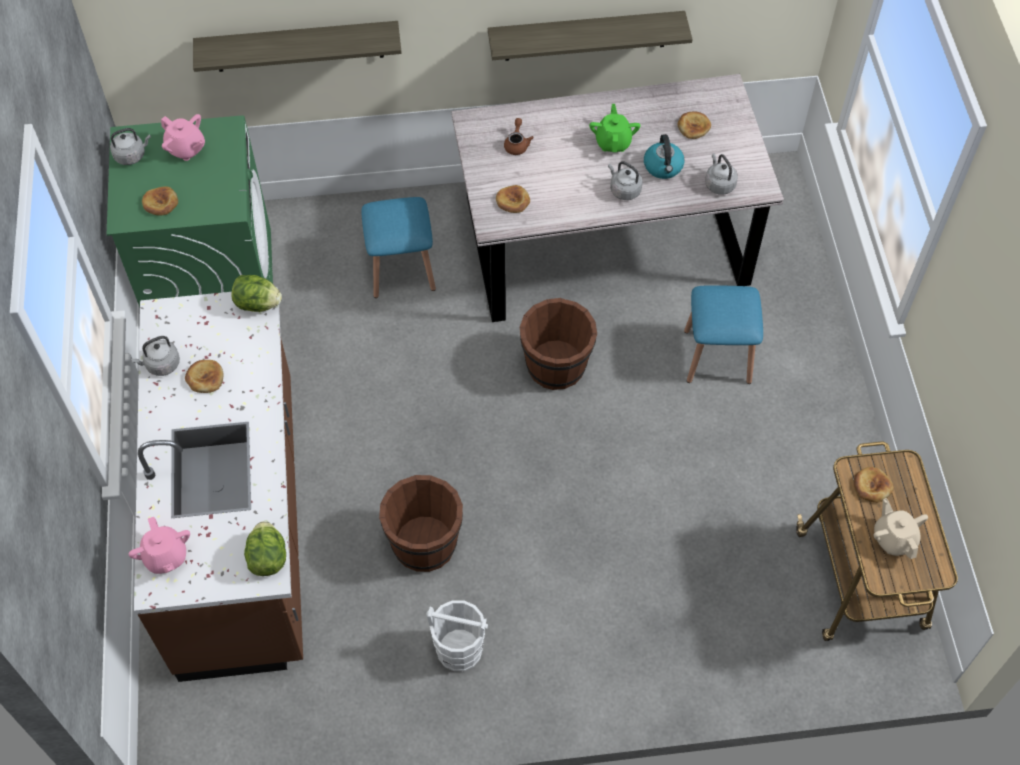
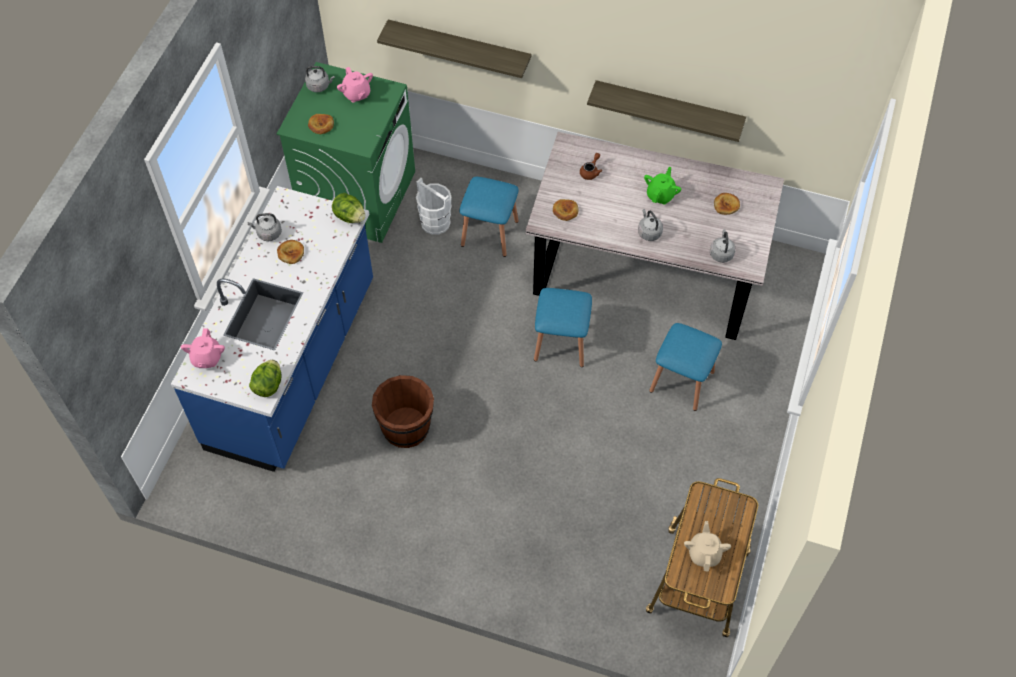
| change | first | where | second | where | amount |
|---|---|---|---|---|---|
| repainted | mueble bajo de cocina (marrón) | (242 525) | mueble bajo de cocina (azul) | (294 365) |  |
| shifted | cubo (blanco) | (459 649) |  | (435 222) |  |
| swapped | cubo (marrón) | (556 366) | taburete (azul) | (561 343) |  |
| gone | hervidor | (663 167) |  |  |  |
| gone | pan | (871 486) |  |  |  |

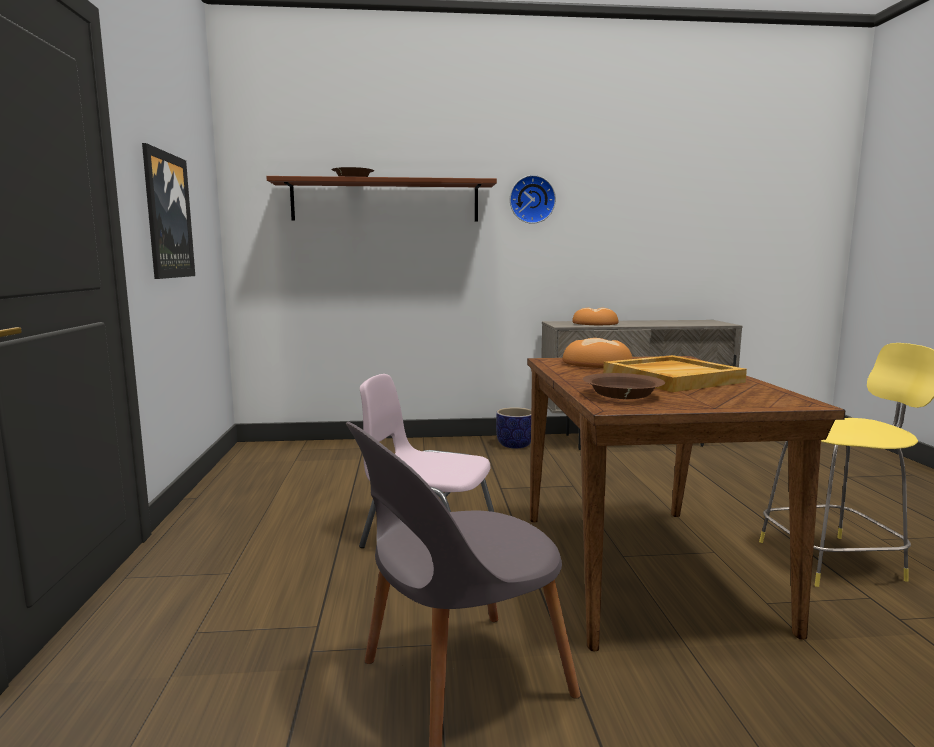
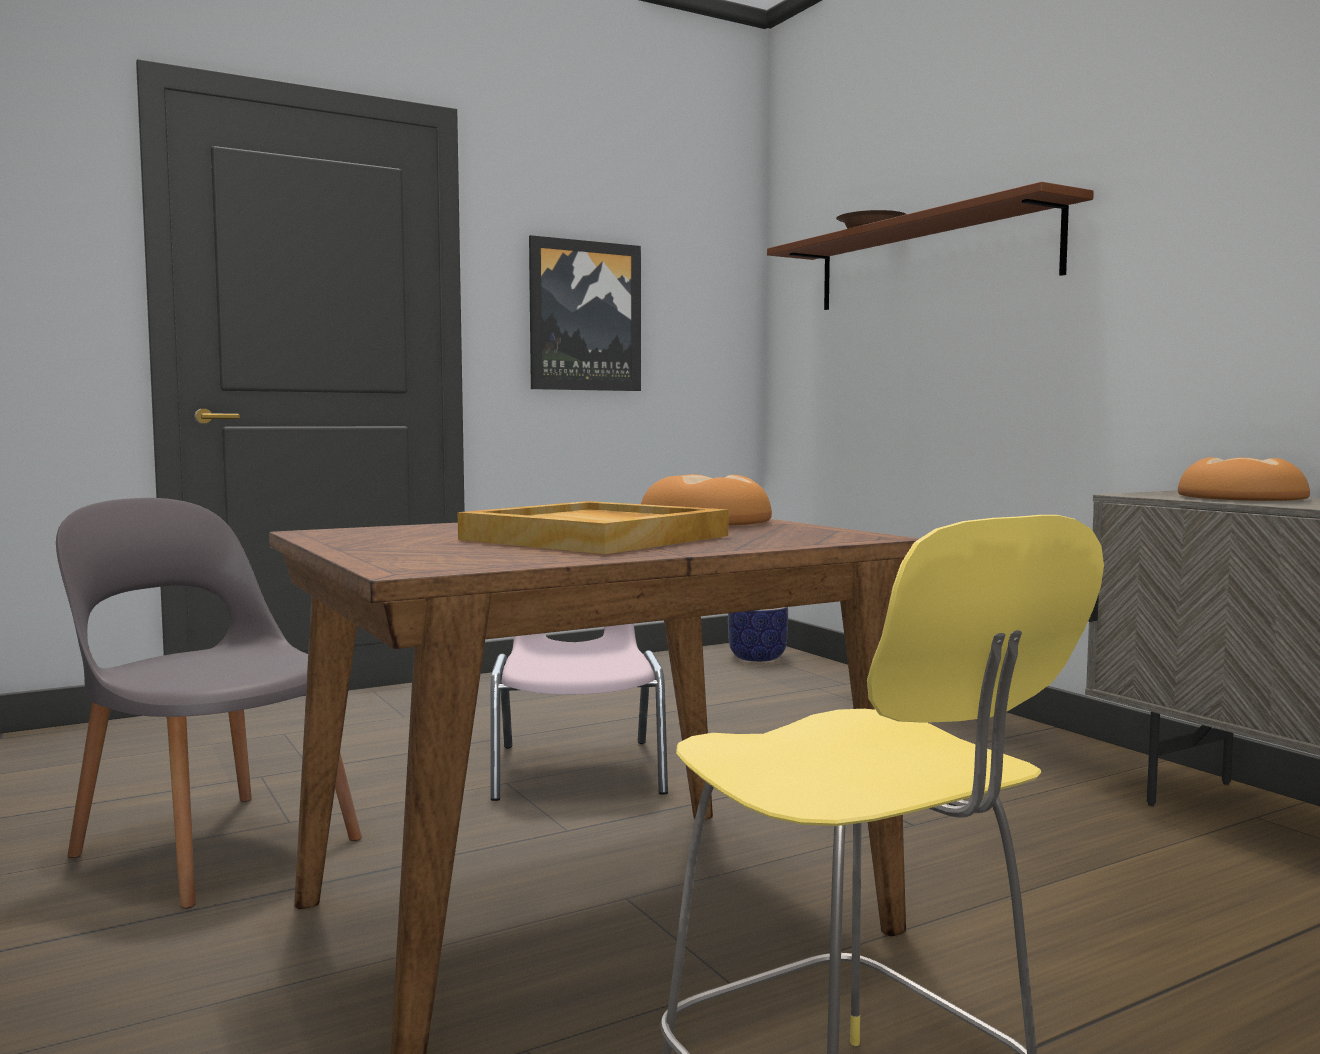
| change | first | where | second | where | amount |
|---|---|---|---|---|---|
| shifted | maceta | (515 445) |  | (758 657) |  |
| gone | reloj de pared | (532 199) |  |  |  |
| gone | cuenco (marrón) | (622 395) |  |  |  |

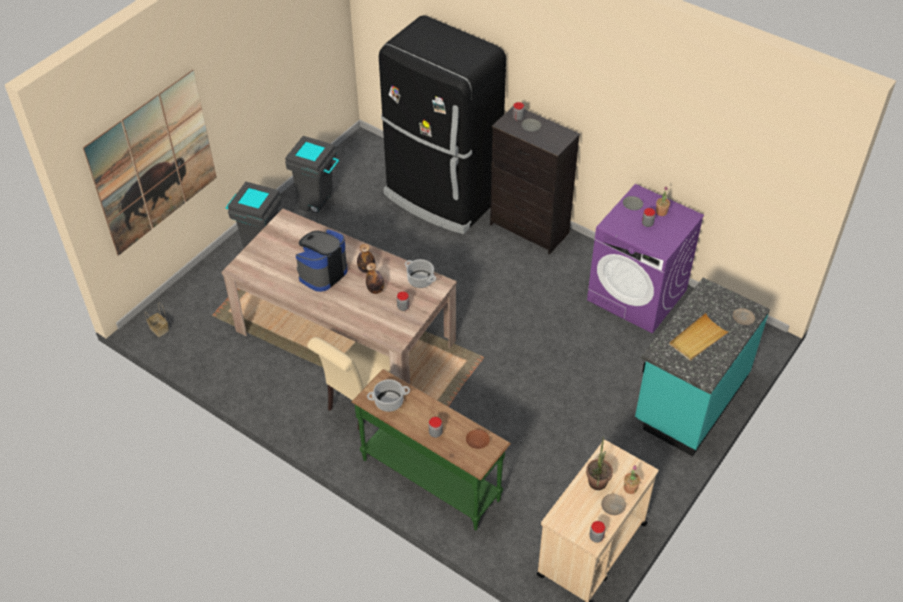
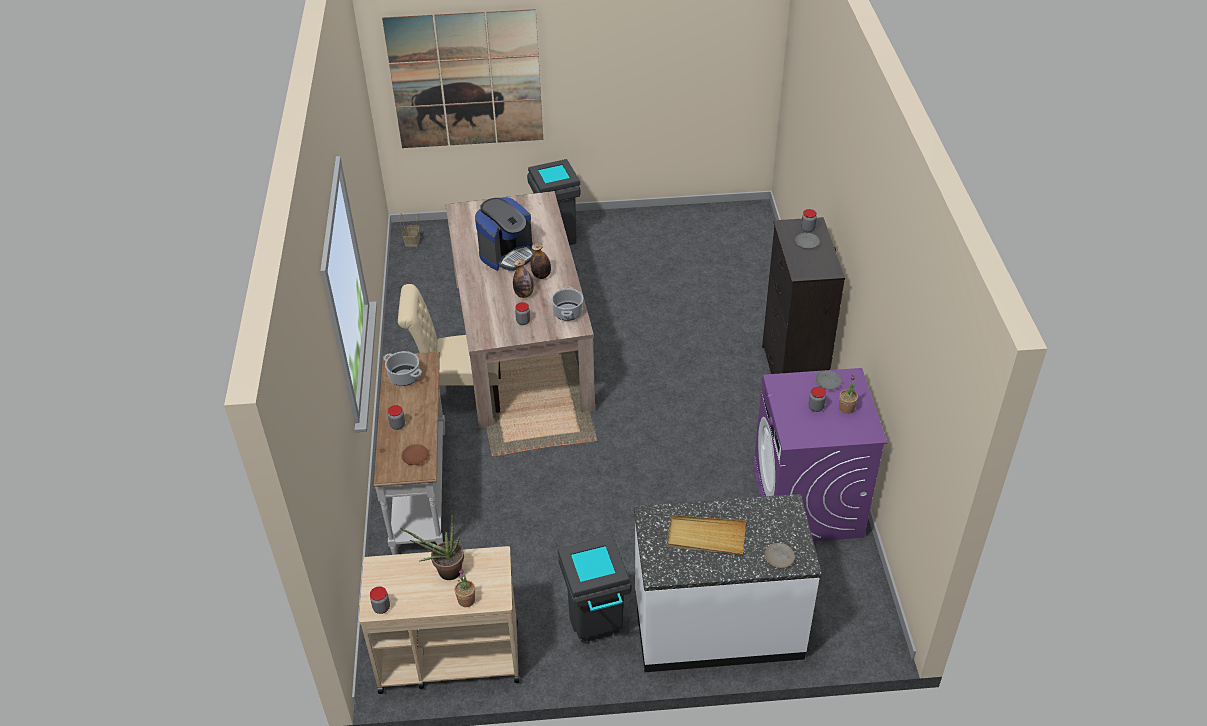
| change | first | where | second | where | amount |
|---|---|---|---|---|---|
| repainted | mesa consola (verde) | (431 478) | mesa consola (blanco) | (422 491) |  |
| rotated | cafetera | (322 273) |  | (507 254) | 135 degrees clockwise |
| shifted | papelera (gris) | (318 204) |  | (597 631) |  |
| repainted | mueble bajo de cocina (turquesa) | (689 399) | mueble bajo de cocina (blanco) | (717 626) |  |
| gone | nevera (negro) | (441 197) |  |  |  |
| gone | plato (beis) | (613 506) |  |  |  |

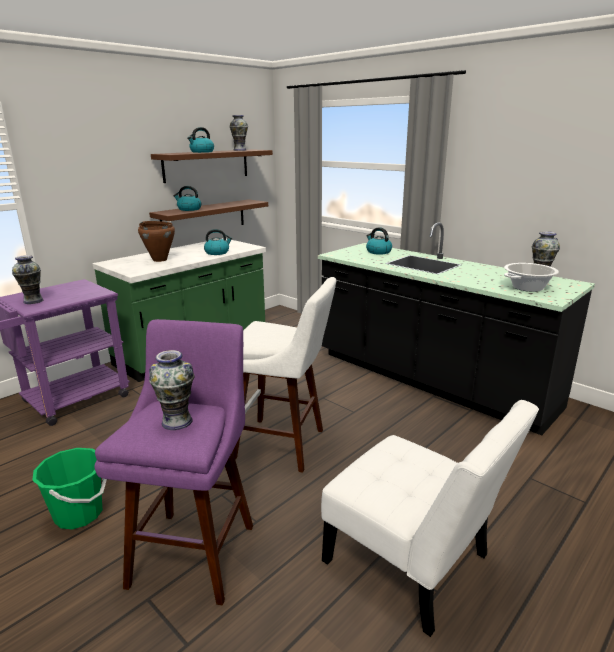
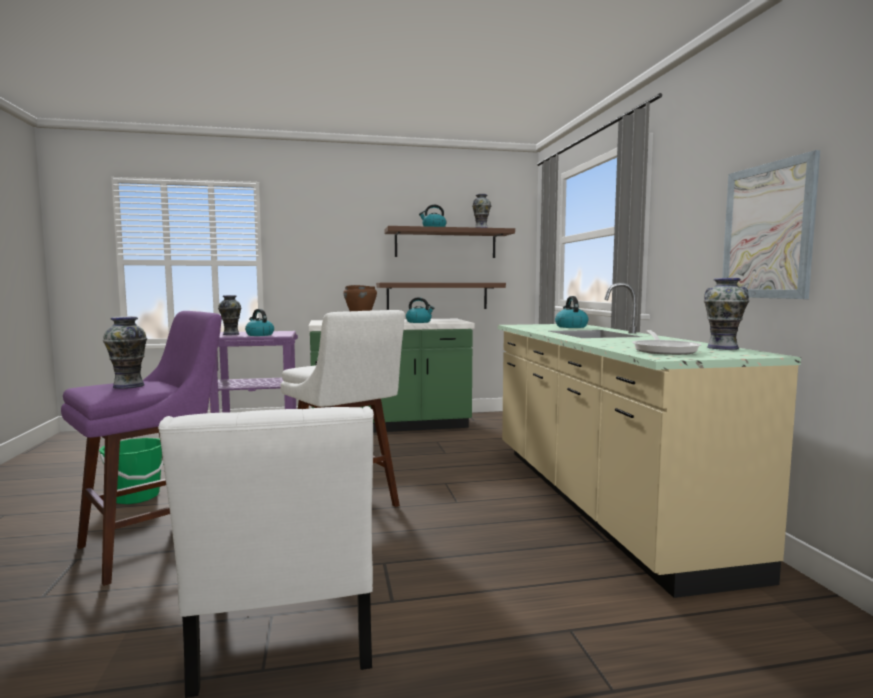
| change | first | where | second | where | amount |
|---|---|---|---|---|---|
| shifted | hervidor | (189 209) |  | (259 335) |  |
| repainted | mueble bajo de cocina (negro) | (430 380) | mueble bajo de cocina (beis) | (599 502) |  |
| swapped | olla | (527 288) | sartén | (664 350) |  |
| new |  |  | cuadro | (767 231) |  |

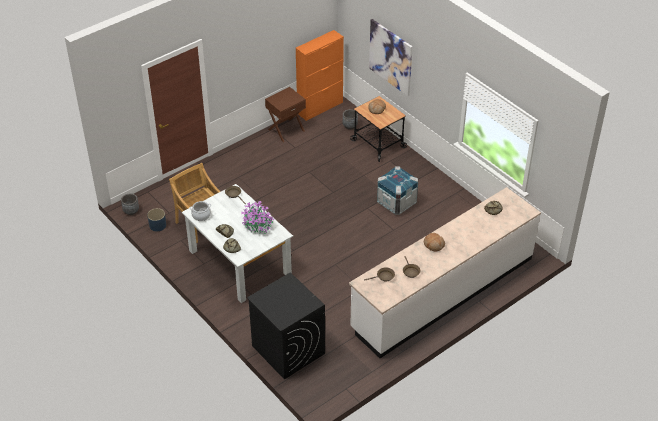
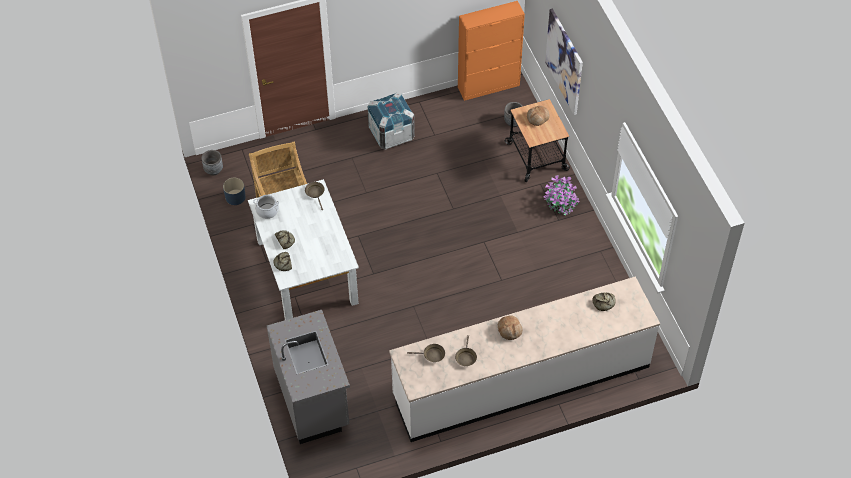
| change | first | where | second | where | amount |
|---|---|---|---|---|---|
| swapped | lavadora (negro) | (287 349) | mueble bajo de cocina (gris) | (313 399) |  |
| shifted | caja de embalaje | (396 202) |  | (391 133) |  |
| shifted | planta en maceta | (257 226) |  | (560 203) |  |
| gone | mesita de noche (marrón) | (286 130) |  |  |  |

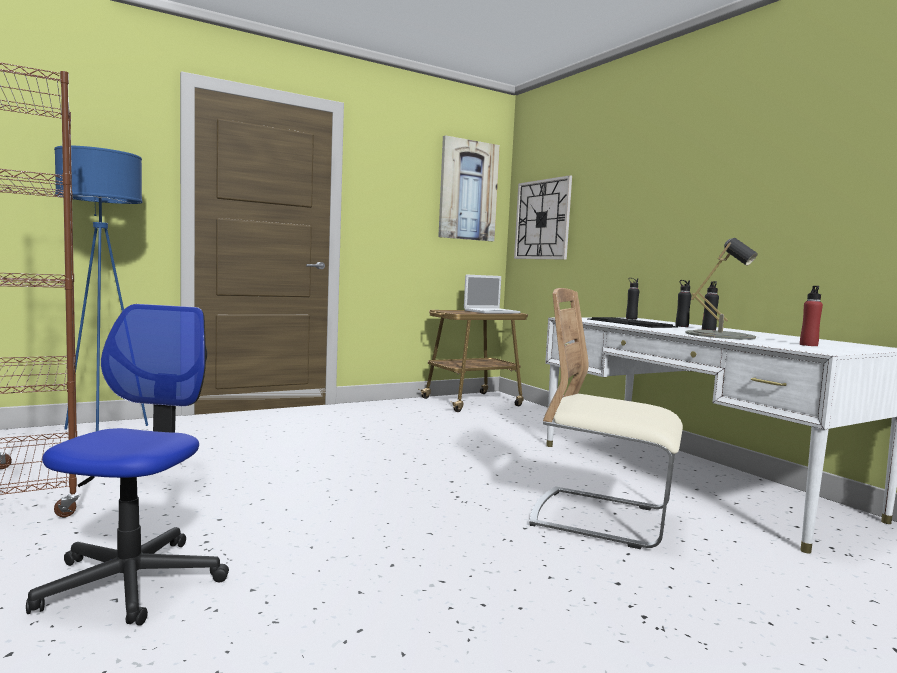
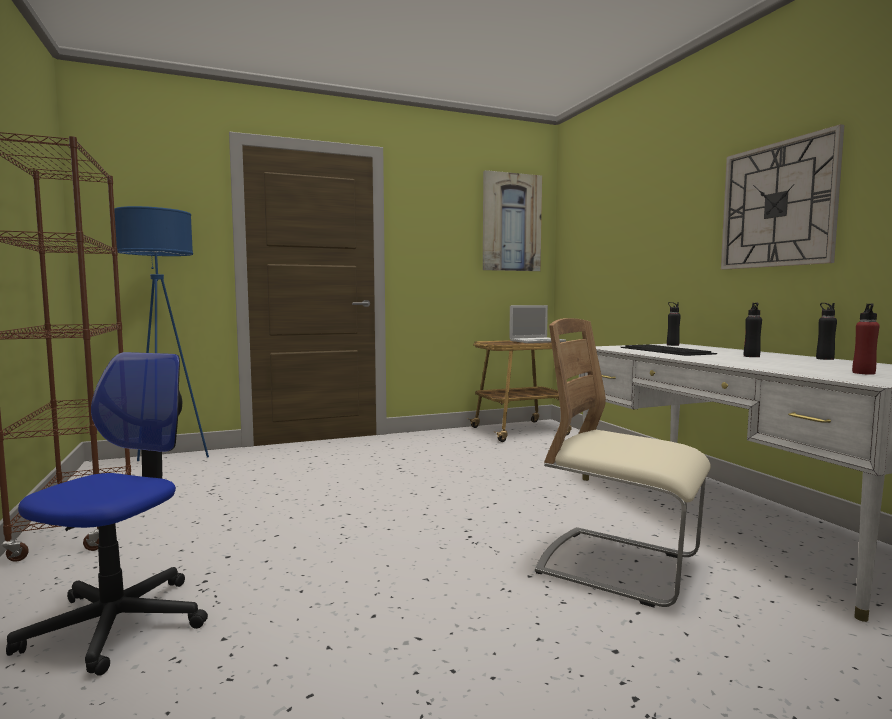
| change | first | where | second | where | amount |
|---|---|---|---|---|---|
| shifted | reloj de pared | (542 219) |  | (777 205) |  |
| shifted | botella (negro) | (681 326) |  | (824 359) |  |
| gone | lámpara de mesa (gris) | (720 335) |  |  |  |

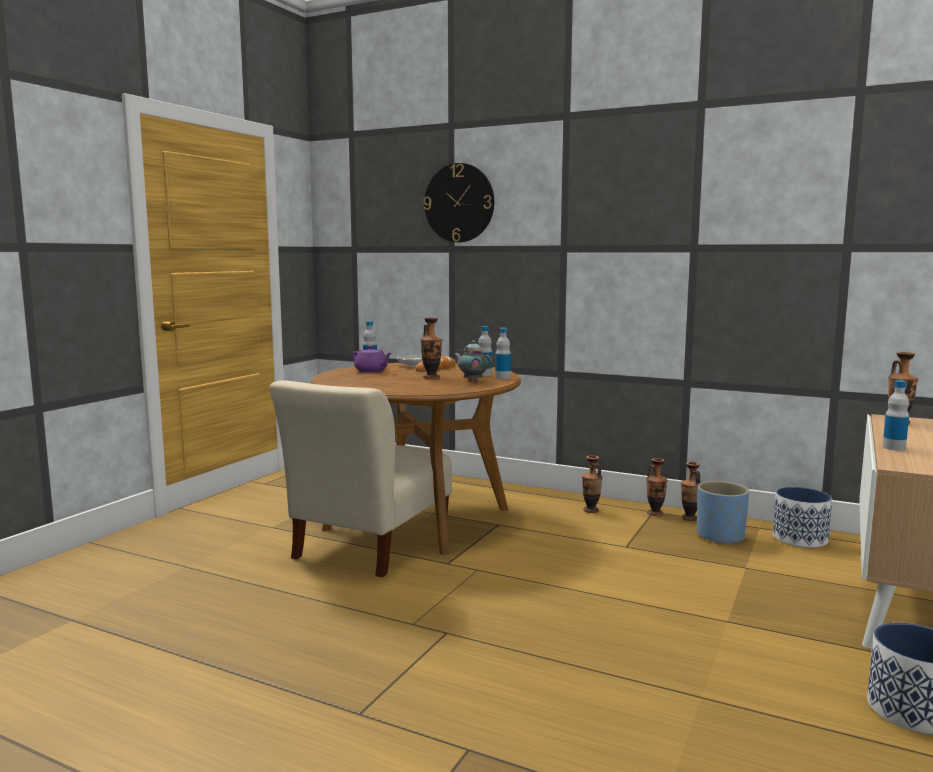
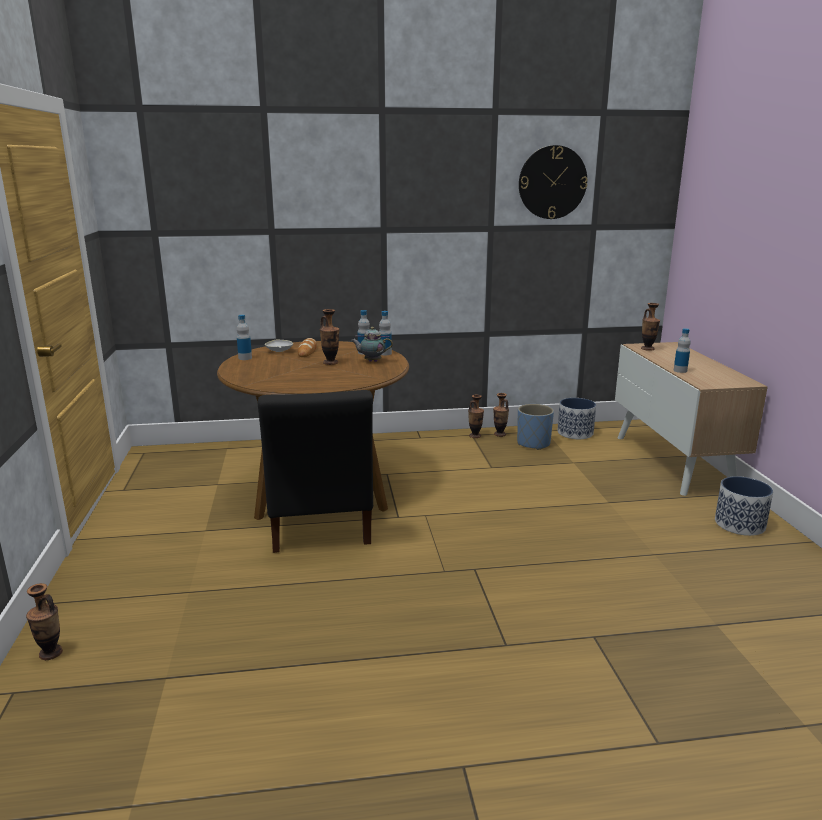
| change | first | where | second | where | amount |
|---|---|---|---|---|---|
| shifted | florero | (591 510) |  | (50 653) |  |
| repainted | silla (beis) | (368 547) | silla (negro) | (319 522) |  |
| shifted | reloj de pared | (459 203) |  | (552 182) |  |
| gone | tetera (morado) | (371 371) |  |  |  |

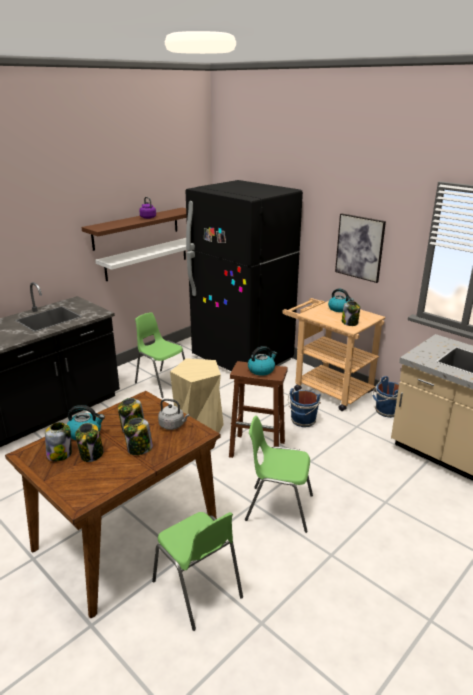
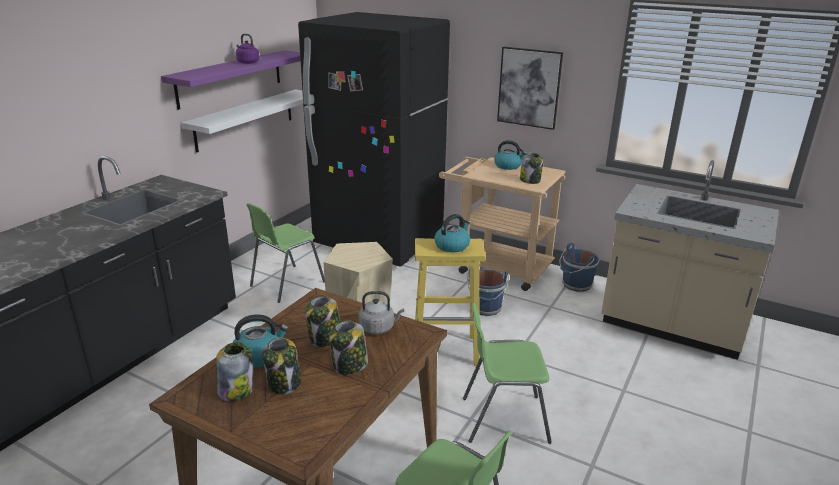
| change | first | where | second | where | amount |
|---|---|---|---|---|---|
| repainted | estante (marrón) | (136 228) | estante (morado) | (230 78) |  |
| rotated | silla (verde) | (162 383) |  | (286 284) | 75 degrees counterclockwise |
| repainted | taburete (marrón) | (258 449) | taburete (amarillo) | (446 350) |  |

